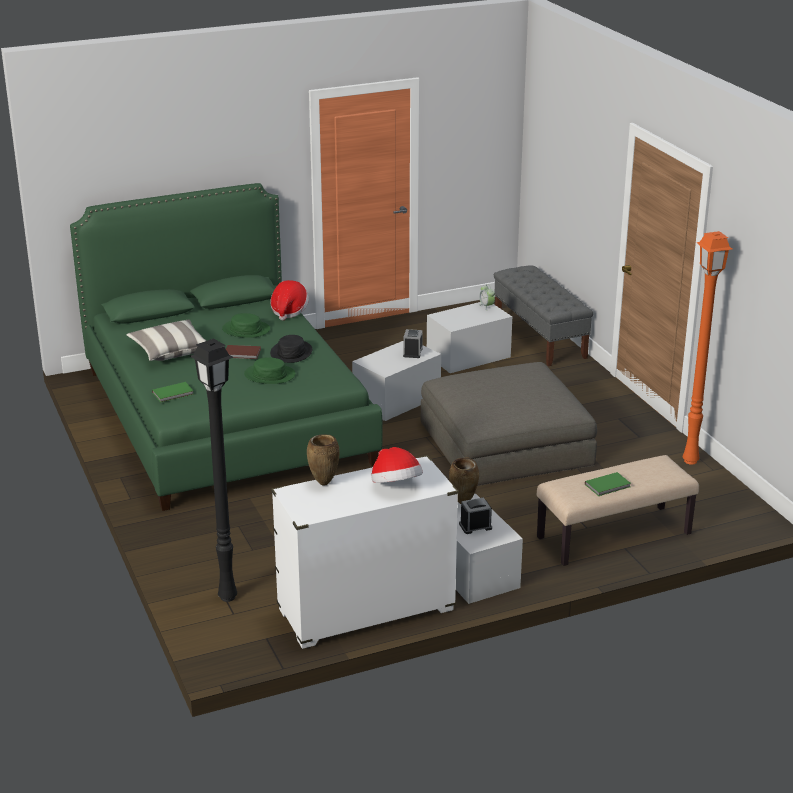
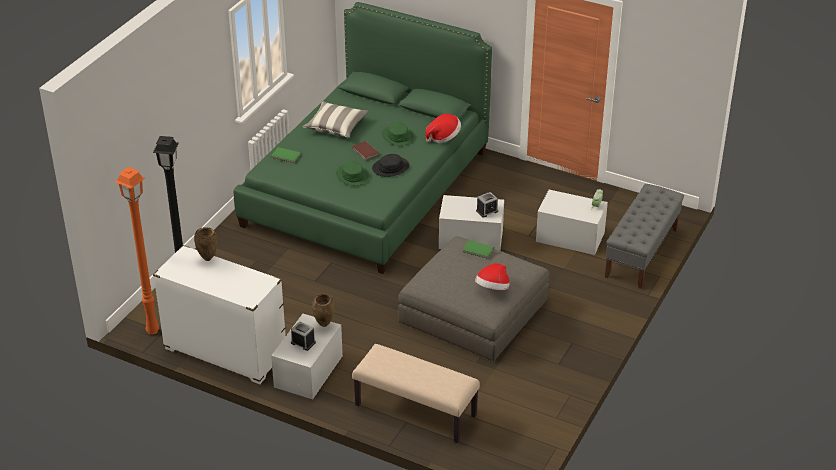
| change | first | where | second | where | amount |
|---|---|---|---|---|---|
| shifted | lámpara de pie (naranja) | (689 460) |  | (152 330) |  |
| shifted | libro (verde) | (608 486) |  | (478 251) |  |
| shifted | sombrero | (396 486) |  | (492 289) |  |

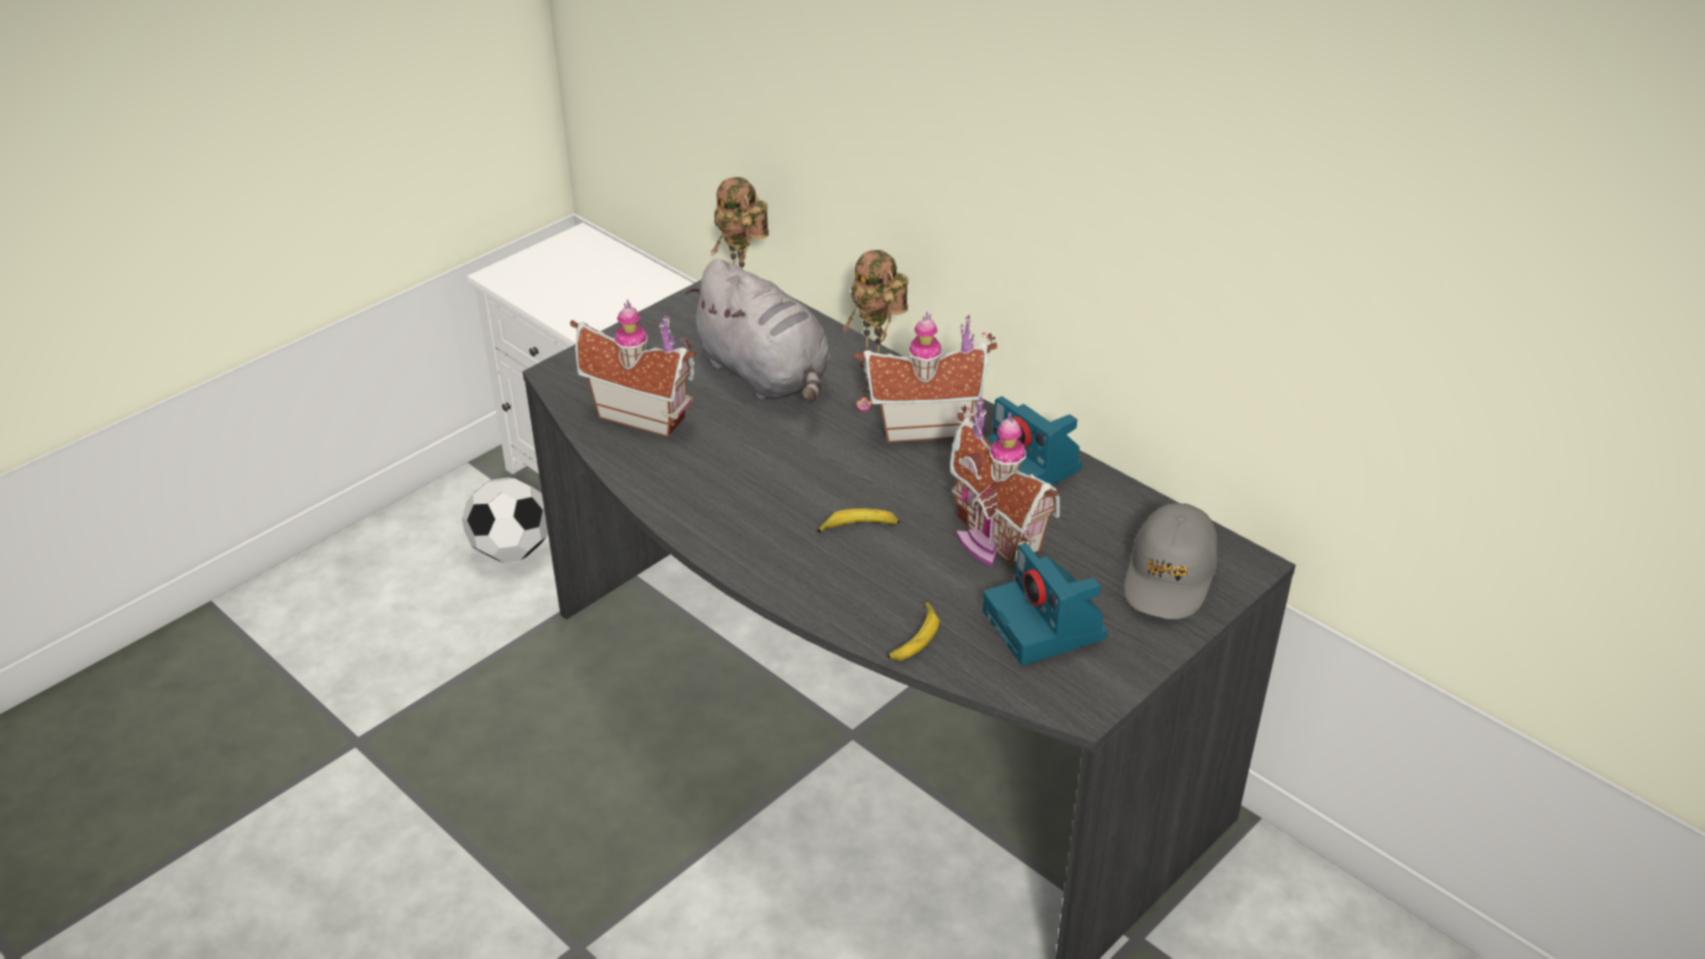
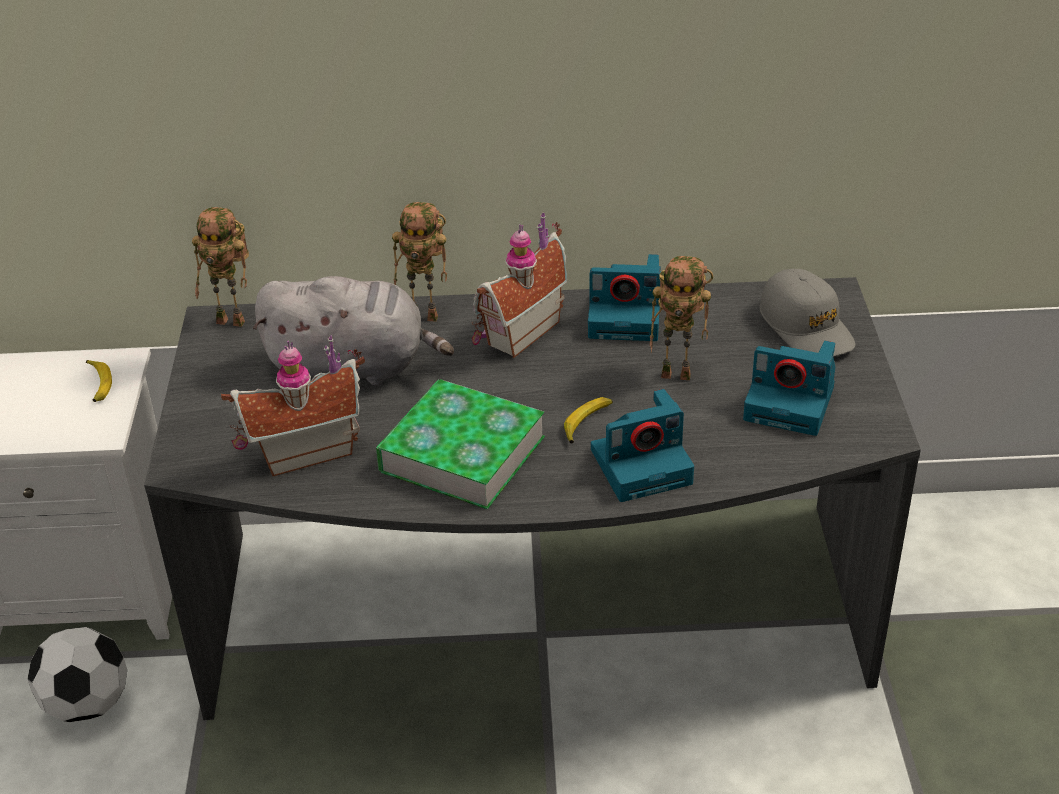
| change | first | where | second | where | amount |
|---|---|---|---|---|---|
| shifted | plátano | (914 638) |  | (98 384) |  |
| new |  |  | libro | (462 453) |  |
| new |  |  | cámara | (643 465) |  |
| swapped | casita | (993 539) | robot de juguete | (678 374) |  |

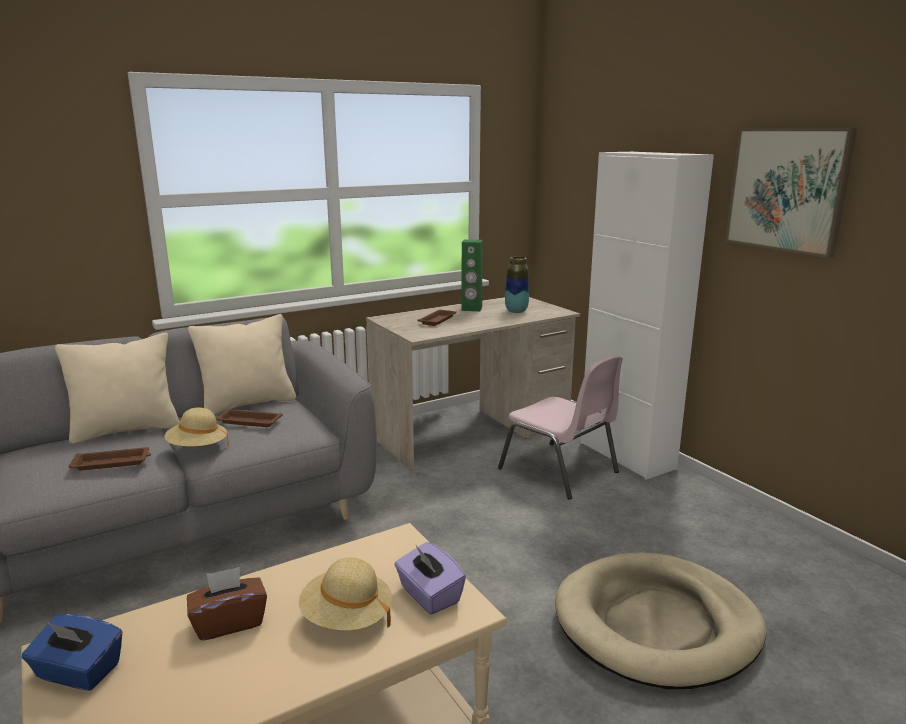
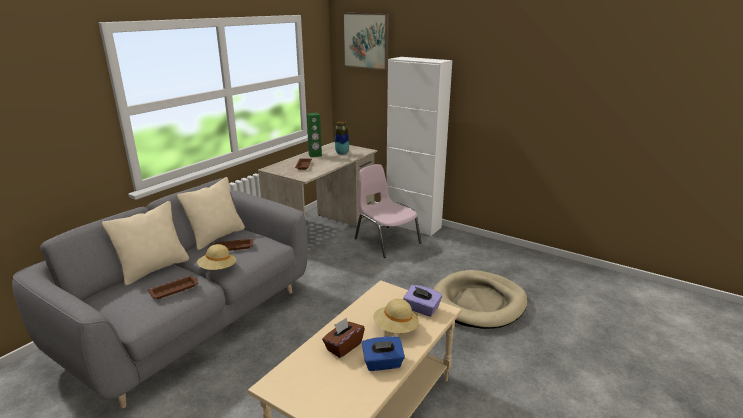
| change | first | where | second | where | amount |
|---|---|---|---|---|---|
| shifted | cuadro | (787 189) |  | (366 41) |  |
| rotated | silla (rosa) | (560 471) |  | (386 241) | 150 degrees counterclockwise |
| shifted | caja de pañuelos (azul) | (78 672) |  | (382 363) |  |

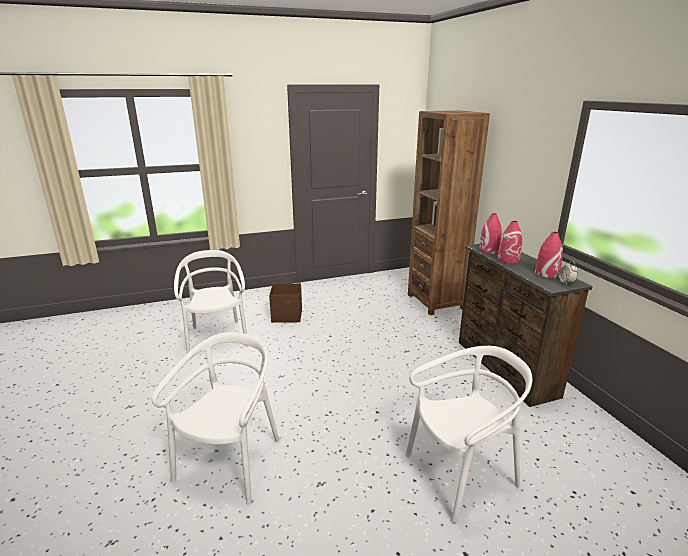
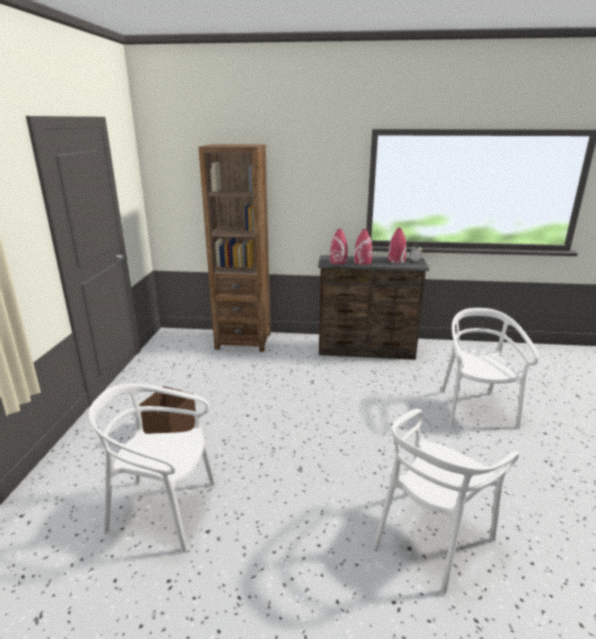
| change | first | where | second | where | amount |
|---|---|---|---|---|---|
| rotated | silla (blanco) | (231 462) |  | (431 538) | 90 degrees counterclockwise |

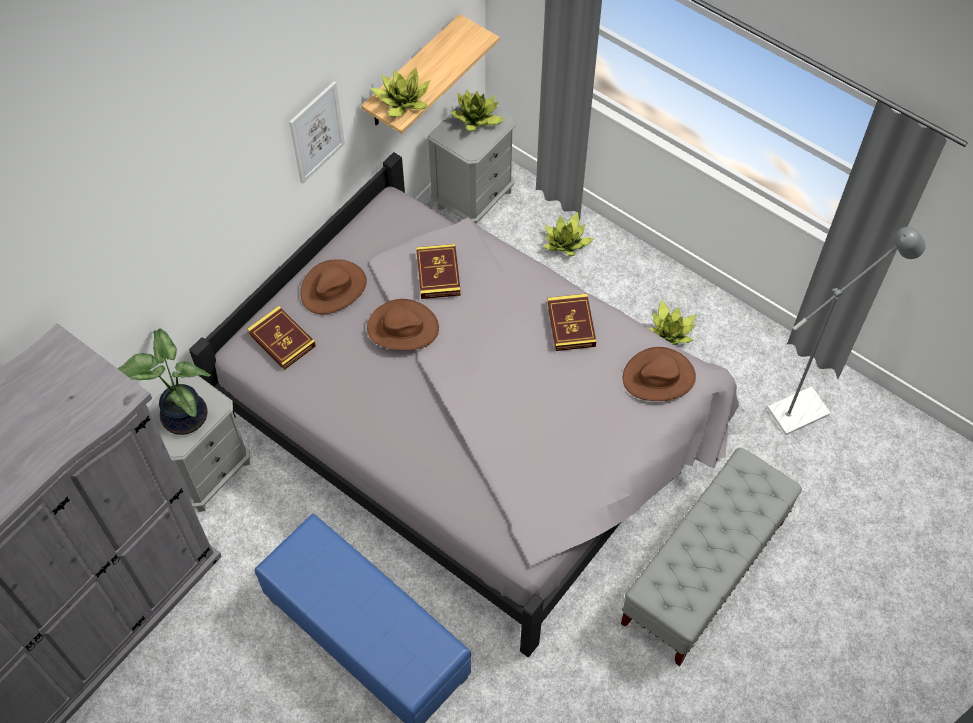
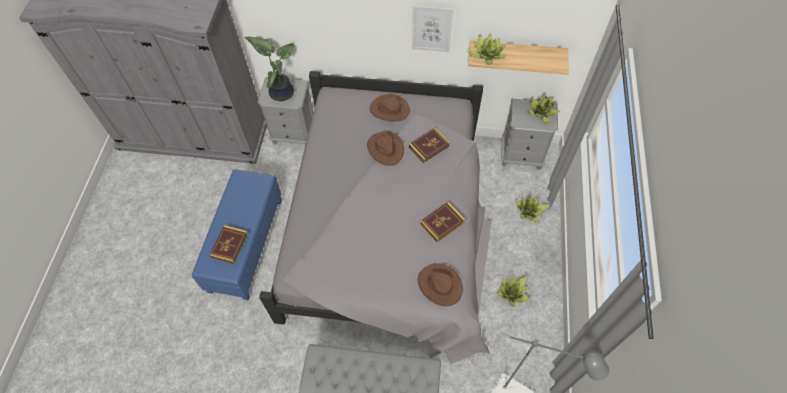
| change | first | where | second | where | amount |
|---|---|---|---|---|---|
| shifted | libro | (282 340) |  | (229 245) |  |

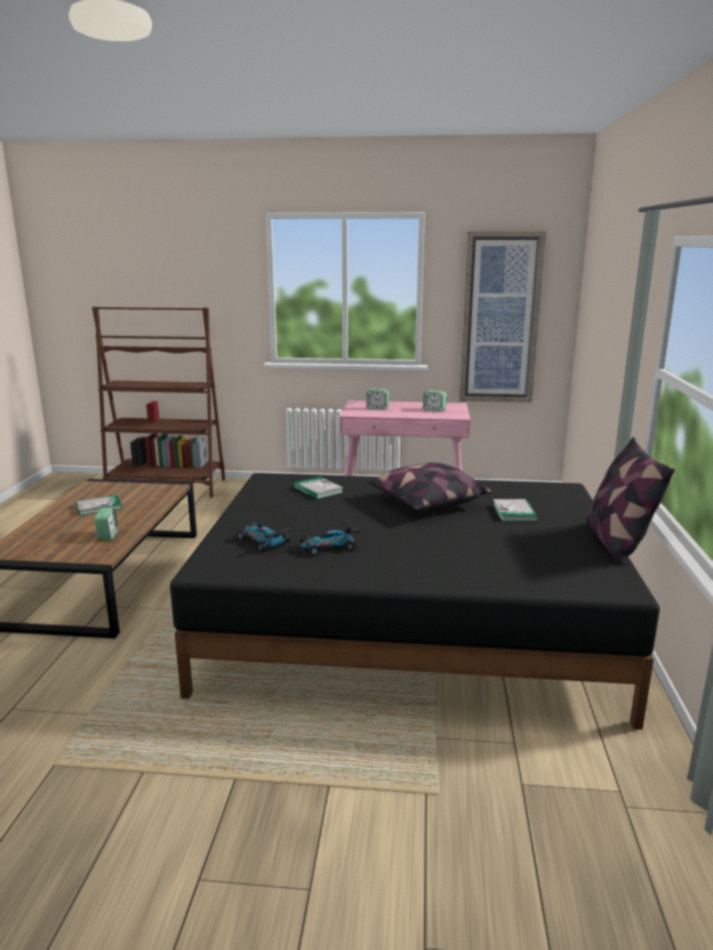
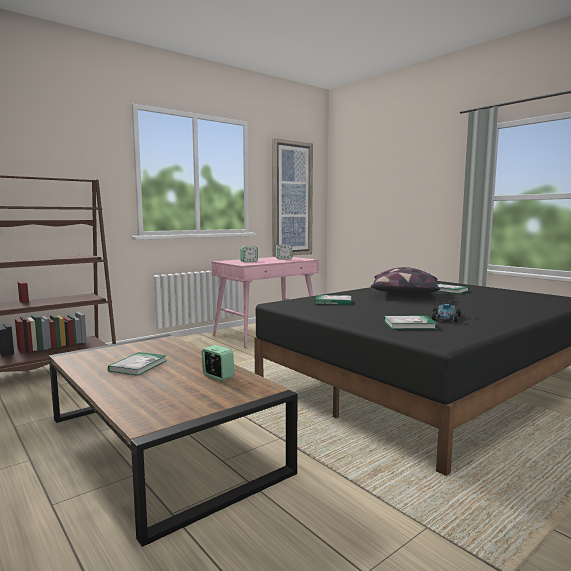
| change | first | where | second | where | amount |
|---|---|---|---|---|---|
| swapped | coche de juguete | (263 542) | libro | (409 324) |  |
| gone | cojín | (616 542) |  |  |  |

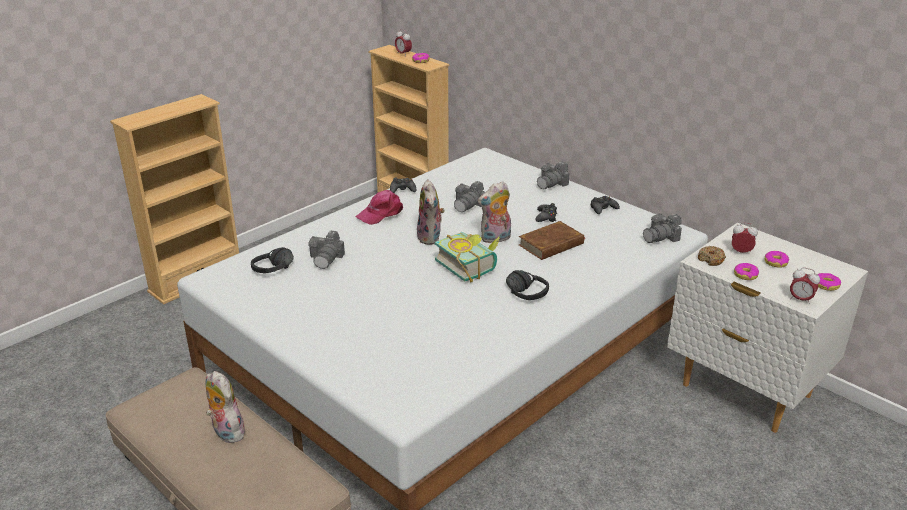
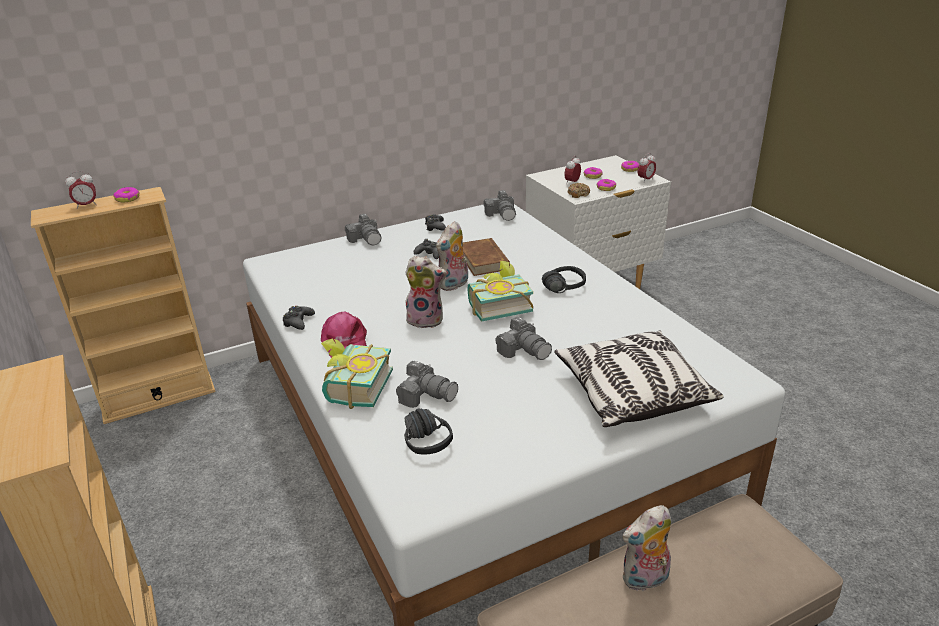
| change | first | where | second | where | amount |
|---|---|---|---|---|---|
| new |  |  | libro | (352 388) |  |
| rotated | peluche | (495 239) |  | (454 285) | 45 degrees clockwise |
| shifted | cámara | (468 205) |  | (524 350) |  |
| new |  |  | cojín | (631 393) |  |

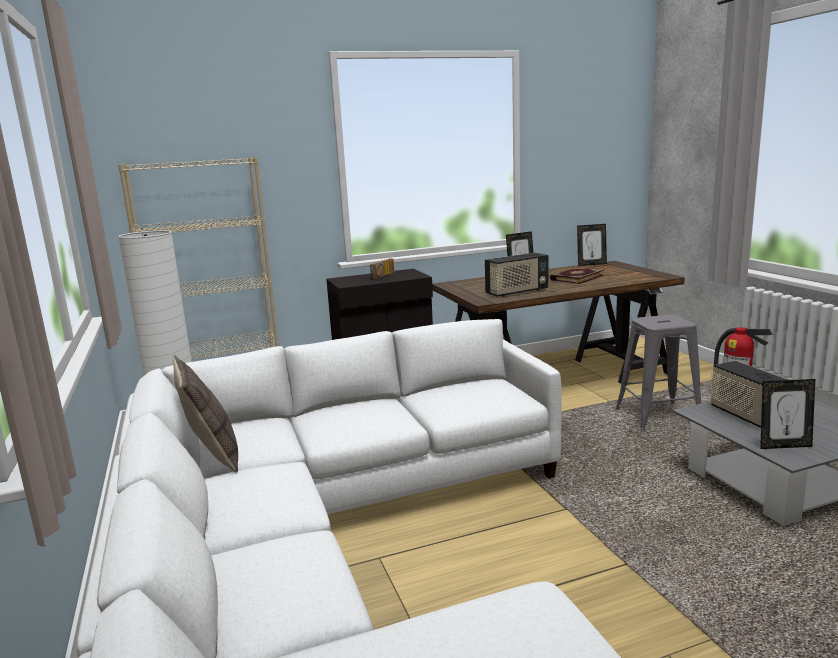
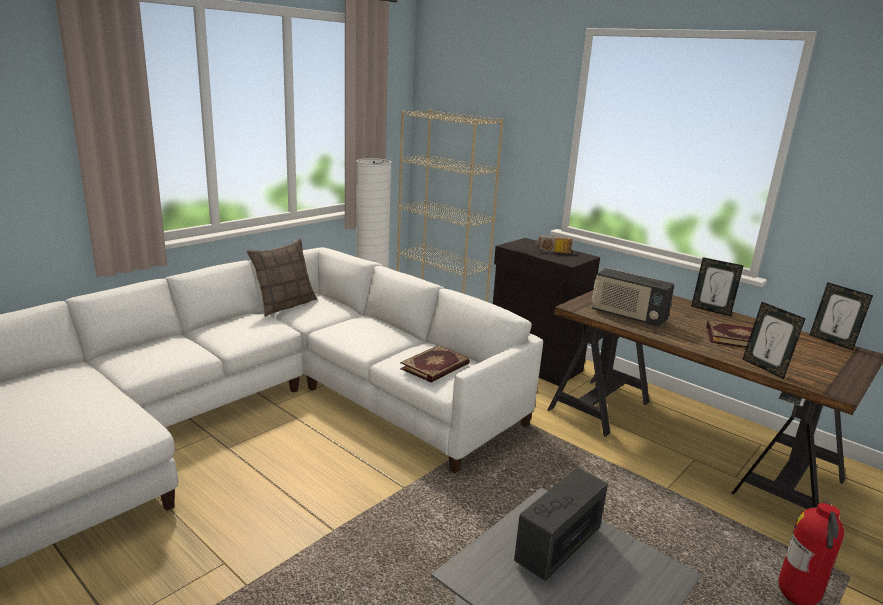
| change | first | where | second | where | amount |
|---|---|---|---|---|---|
| new |  |  | libro | (436 367) |  |
| shifted | portarretratos | (784 446) |  | (765 368) |  |
| gone | taburete (gris) | (658 417) |  |  |  |

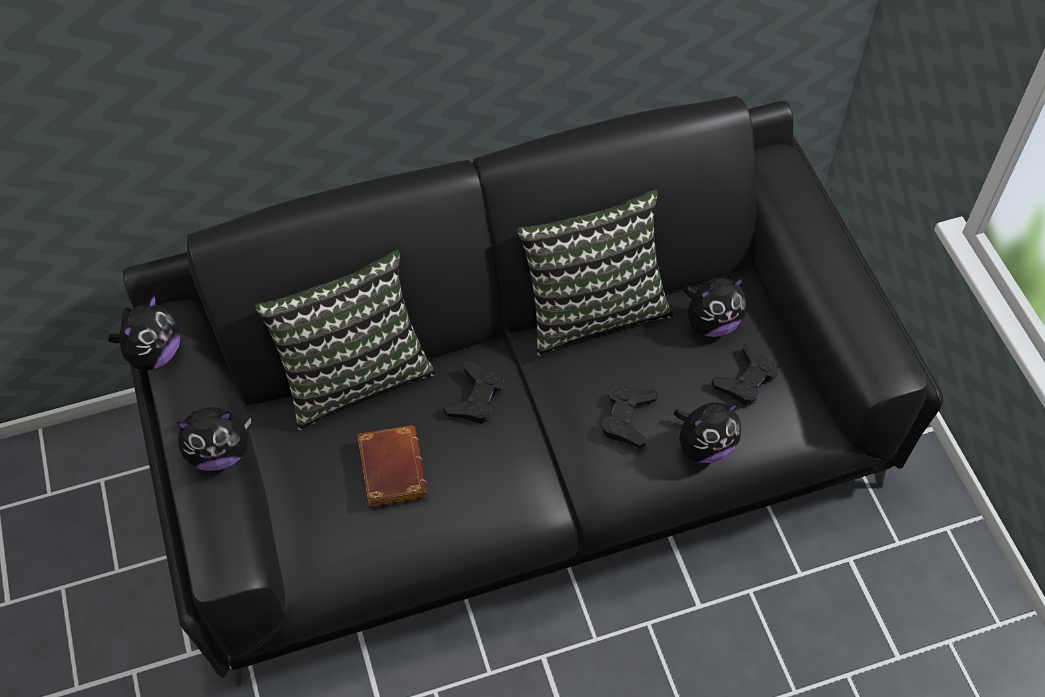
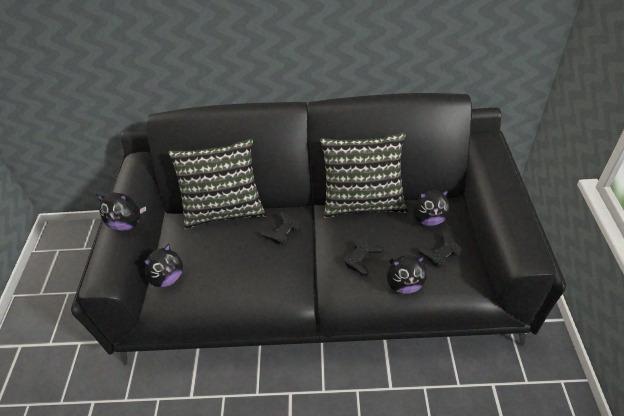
| change | first | where | second | where | amount |
|---|---|---|---|---|---|
| shifted | peluche | (154 354) |  | (168 278) |  |
| gone | libro (marrón) | (389 468) |  |  |  |

